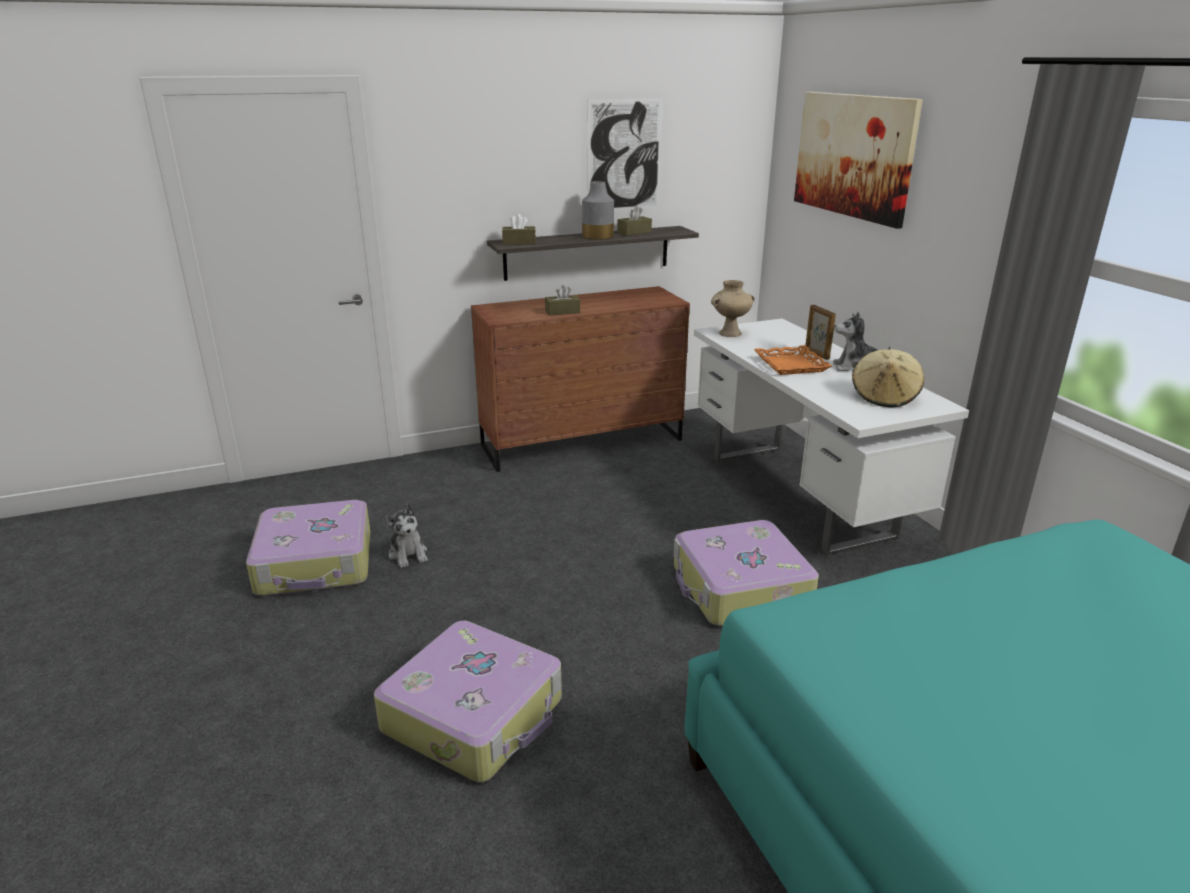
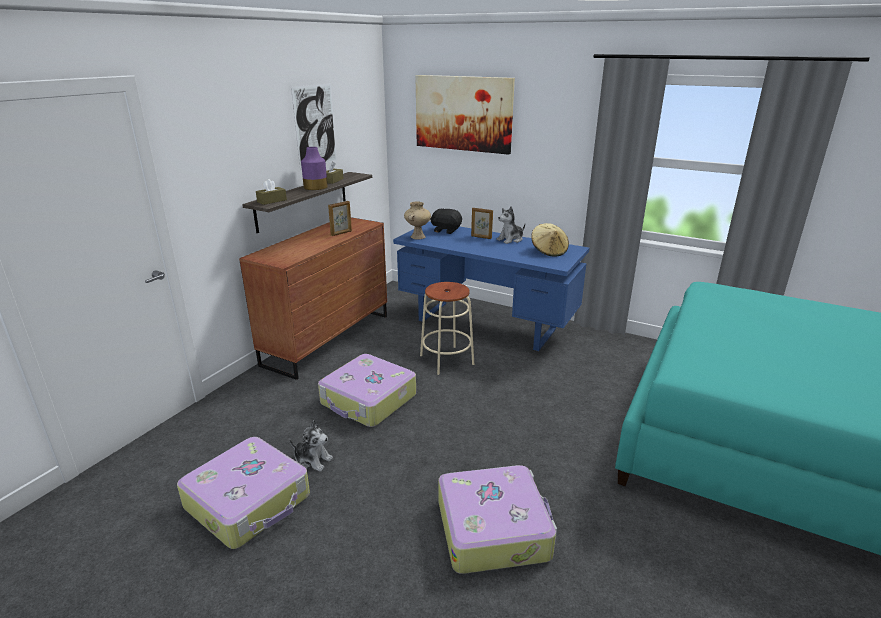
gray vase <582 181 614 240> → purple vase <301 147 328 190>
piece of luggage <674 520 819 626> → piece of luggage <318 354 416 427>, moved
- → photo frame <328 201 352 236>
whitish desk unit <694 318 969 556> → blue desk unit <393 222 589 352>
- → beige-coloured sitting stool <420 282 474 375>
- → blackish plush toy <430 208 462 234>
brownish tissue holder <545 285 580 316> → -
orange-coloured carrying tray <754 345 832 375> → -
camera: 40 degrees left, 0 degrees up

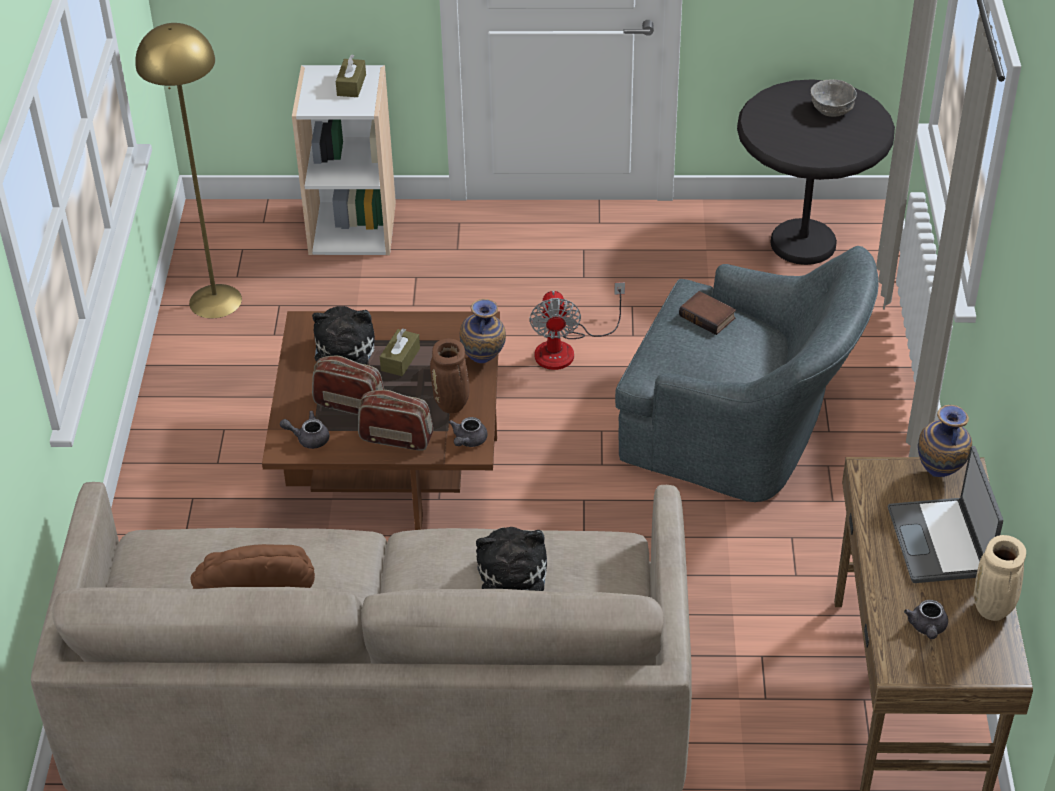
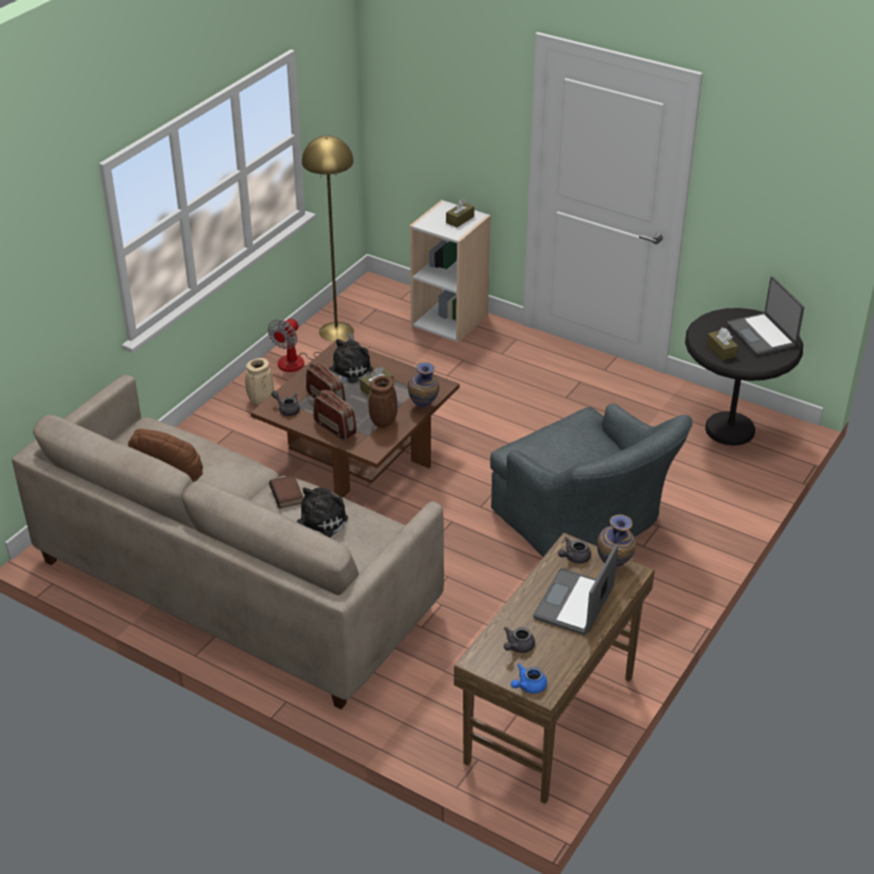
beige-coloured vase <974 535 1026 621> → beige-coloured vase <245 358 274 405>, moved
electric fan <529 282 625 370> → electric fan <268 318 354 372>, moved
bound book <679 291 736 335> → bound book <269 475 303 509>, moved
- → blue teapot <511 664 547 694>
gray teapot <448 417 487 447> → gray teapot <558 537 591 564>, moved
- → brownish tissue holder <707 327 738 360>
gray bowl <811 79 857 117> → portable computer <727 276 804 356>
camera: 30 degrees right, 5 degrees down

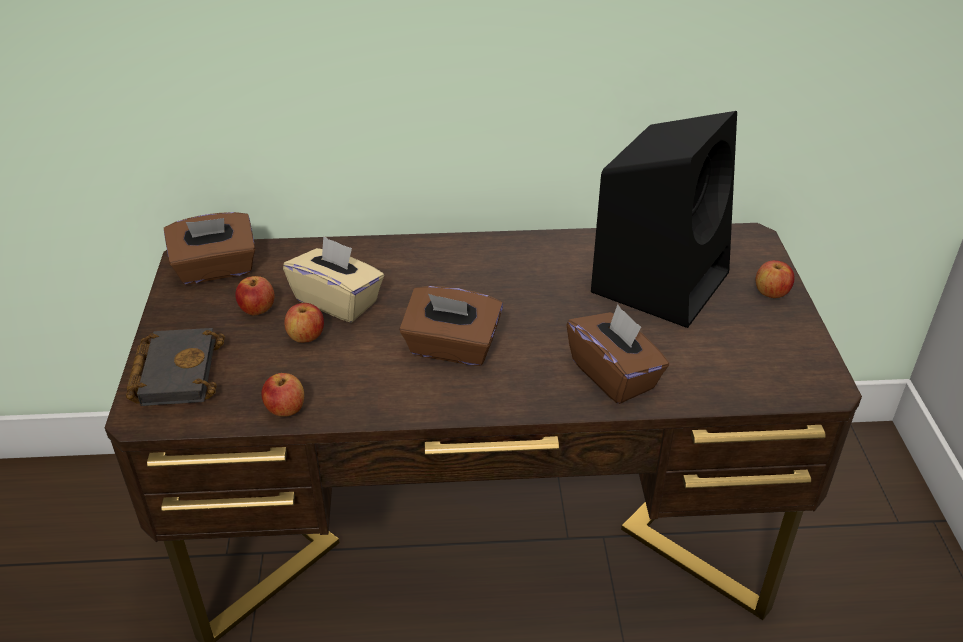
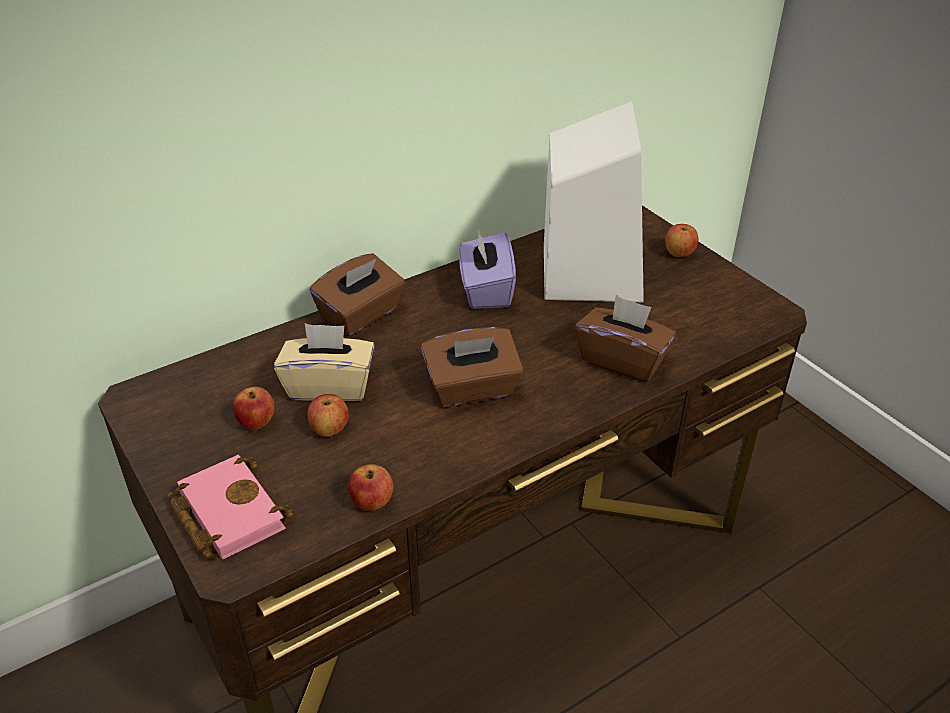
blackish bound book <126 328 225 406> → pink bound book <167 455 294 560>
brownish tissue holder <164 212 255 284> → brownish tissue holder <310 253 405 336>, moved
- → purple tissue holder <459 229 516 309>
blackish speaker <591 111 737 328> → whitish speaker <544 101 644 302>
camera: 30 degrees left, 0 degrees up

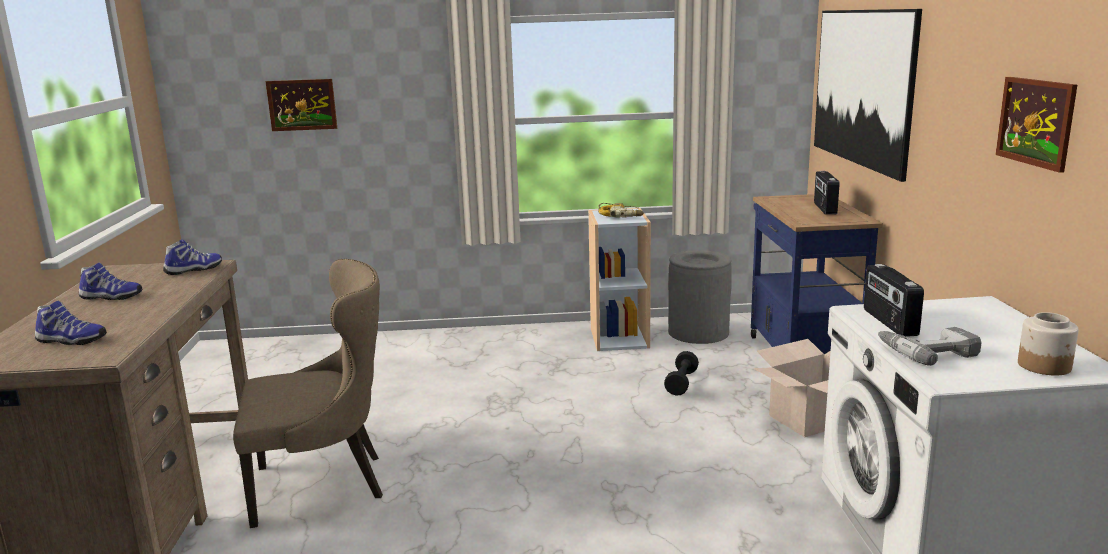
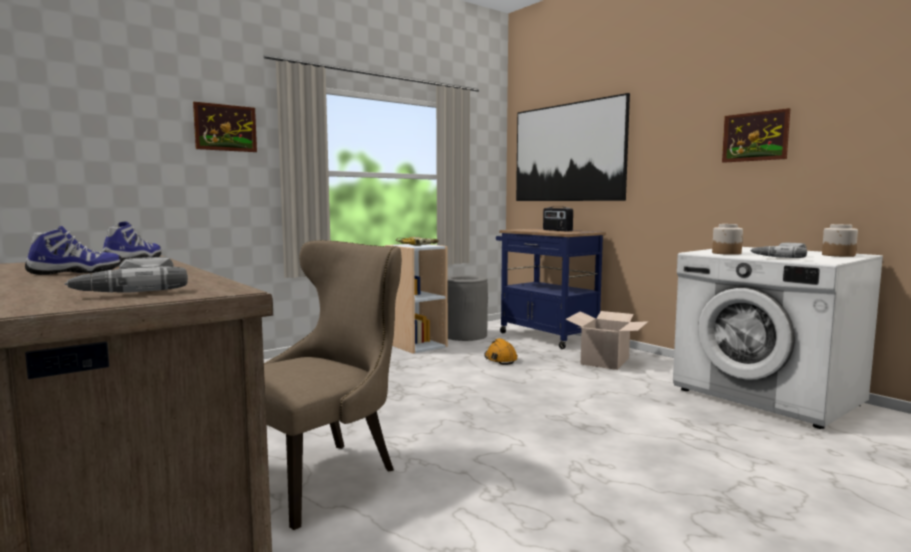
shoe <35 301 107 345> → electric drill <65 257 188 292>
wall art <265 79 337 131> → wall art <193 102 257 152>, moved
blackish free weight <664 351 699 395> → orange-coloured work helmet <484 338 518 365>
radio <864 264 924 337> → jar <712 224 743 255>
camera: 35 degrees left, 10 degrees down

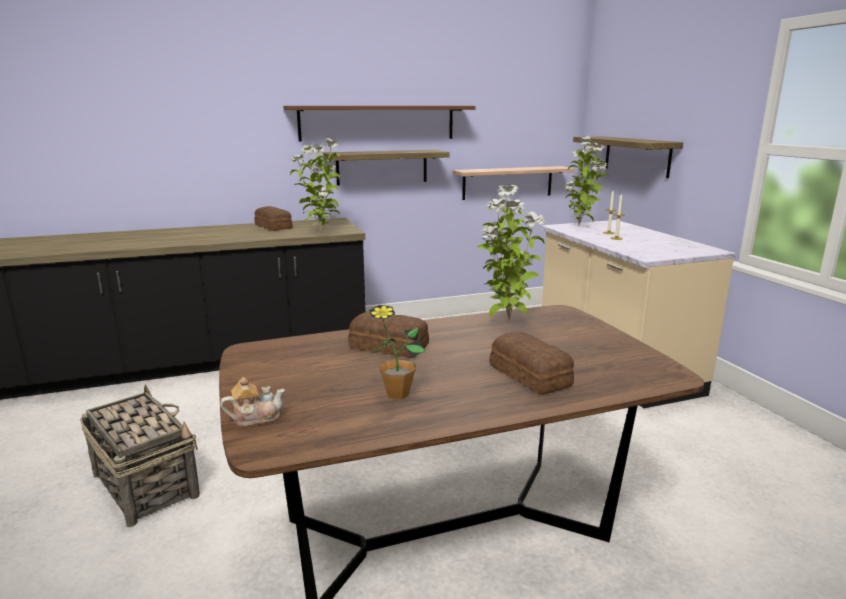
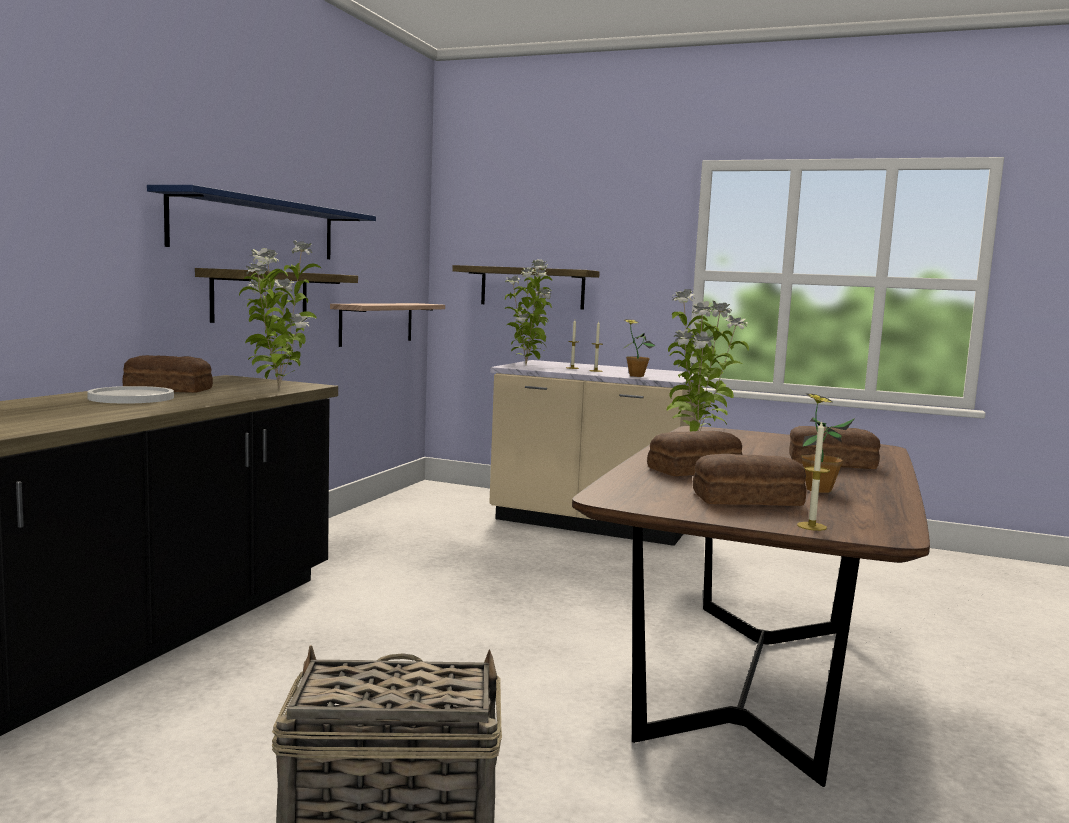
- → whitish flat dish <87 386 174 404>
brownish bracket shelf <283 106 476 141> → blue bracket shelf <147 185 376 259>
- → plant in a pot <622 319 655 377>
- → bread <693 454 806 506>
teapot <220 377 285 427> → wax candle <797 420 830 531>
camera: 50 degrees left, 10 degrees down

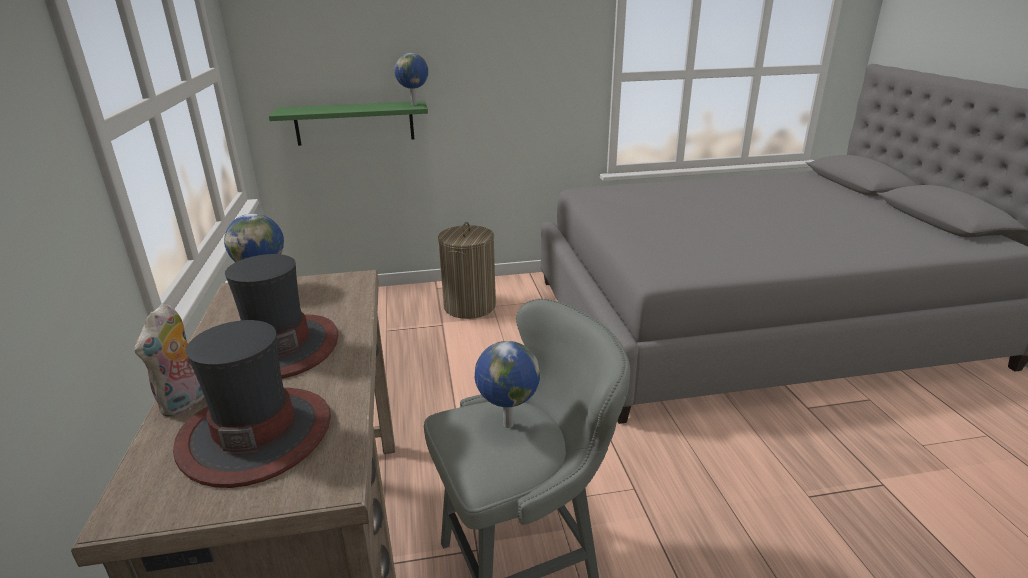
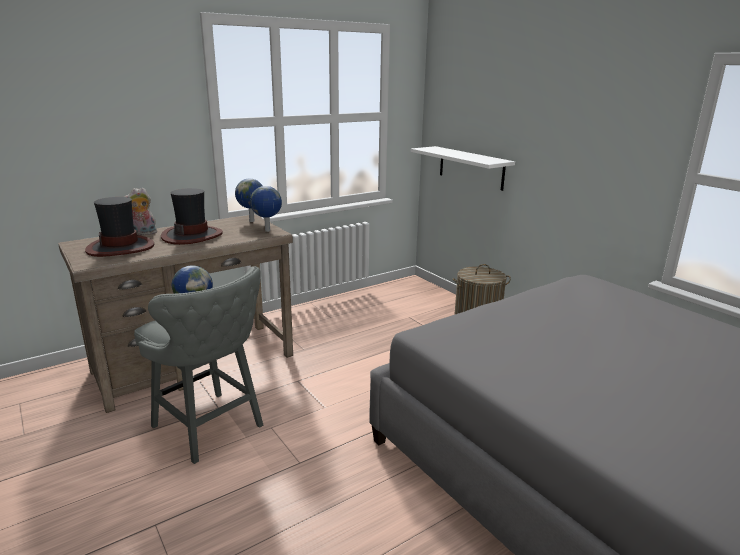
desk globe <394 53 428 105> → desk globe <250 186 282 232>, moved
green bracket shelf <269 101 428 146> → whitish bracket shelf <411 146 515 191>
camera: 65 degrees right, 5 degrees down

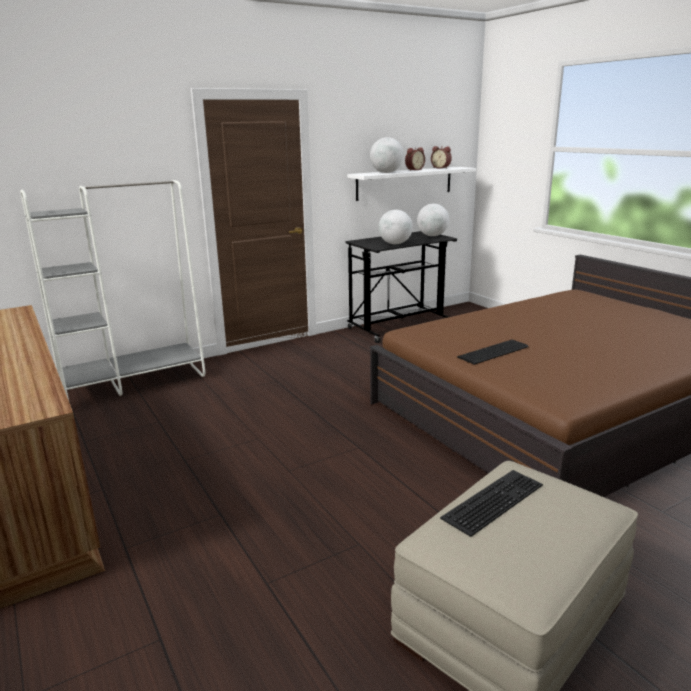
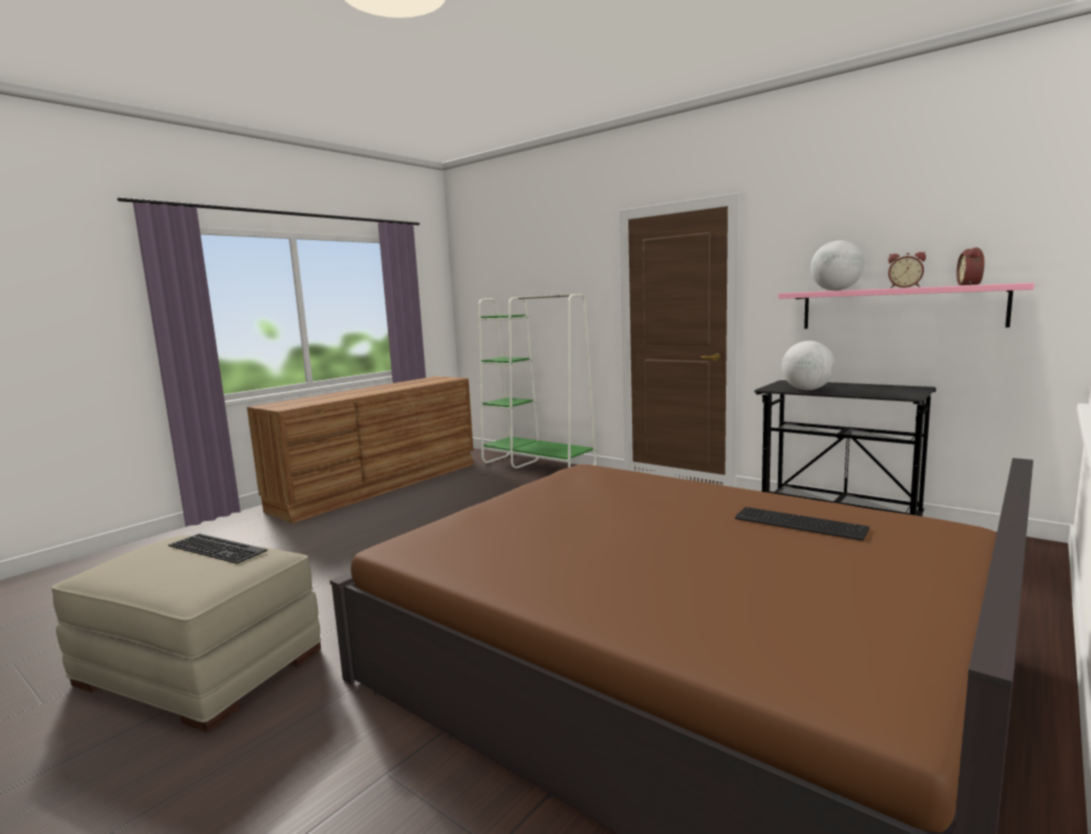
gray clothes rack <20 180 205 400> → green clothes rack <478 294 596 468>
keyboard <457 340 529 365> → keyboard <735 507 870 541>, moved
whitish bracket shelf <347 167 476 201> → pink bracket shelf <778 283 1035 329>
desk globe <417 204 449 236> → -
camera: 70 degrees right, 10 degrees down

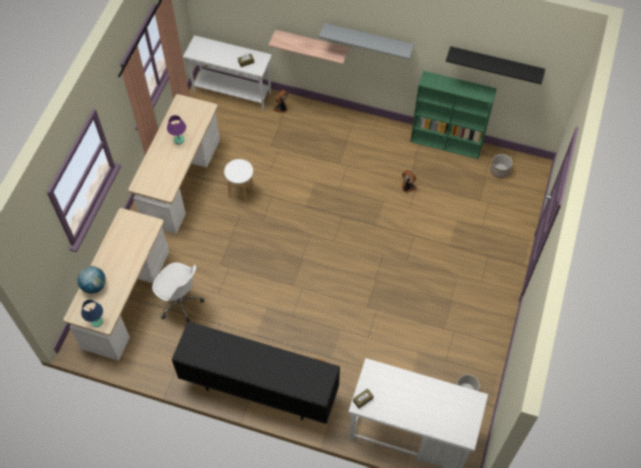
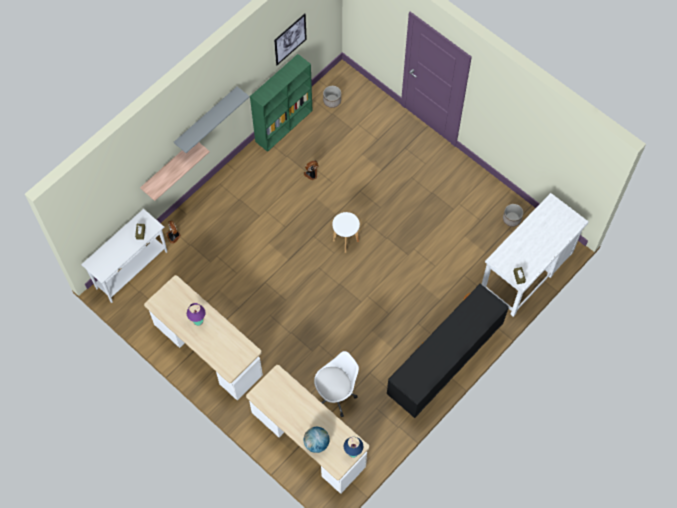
blackish bracket shelf <446 46 545 84> → wall art <274 14 307 65>
whitish sitting stool <224 159 255 204> → whitish sitting stool <332 212 360 253>, moved
camera: 65 degrees left, 5 degrees up

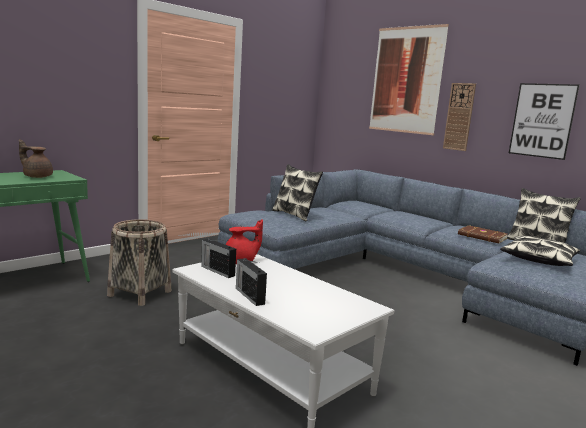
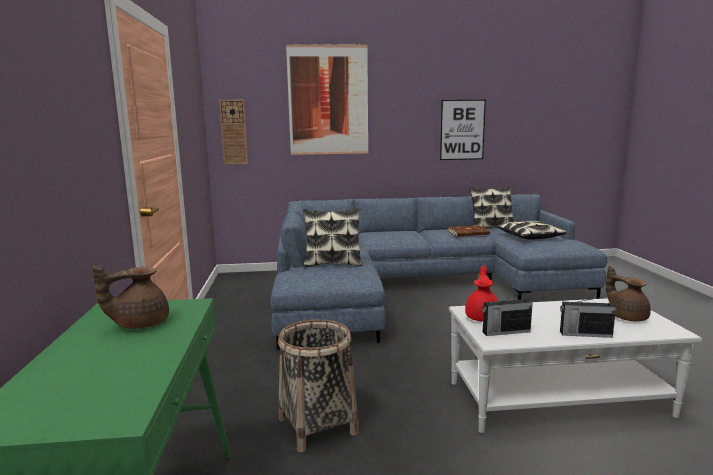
wall clock <443 83 476 151> → wall clock <219 100 248 164>, moved
- → brownish teapot <606 266 651 321>
camera: 50 degrees left, 0 degrees up

